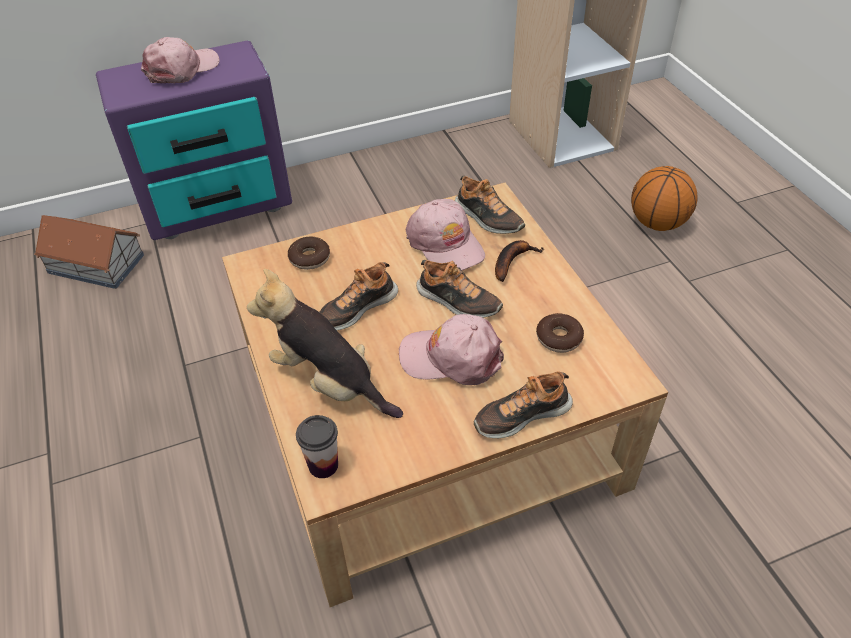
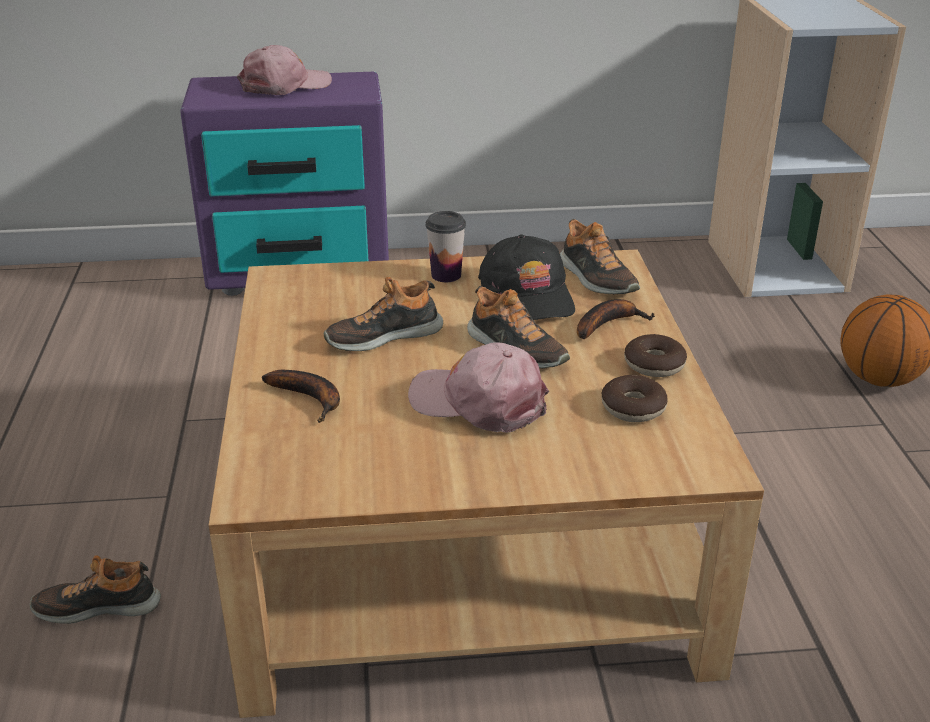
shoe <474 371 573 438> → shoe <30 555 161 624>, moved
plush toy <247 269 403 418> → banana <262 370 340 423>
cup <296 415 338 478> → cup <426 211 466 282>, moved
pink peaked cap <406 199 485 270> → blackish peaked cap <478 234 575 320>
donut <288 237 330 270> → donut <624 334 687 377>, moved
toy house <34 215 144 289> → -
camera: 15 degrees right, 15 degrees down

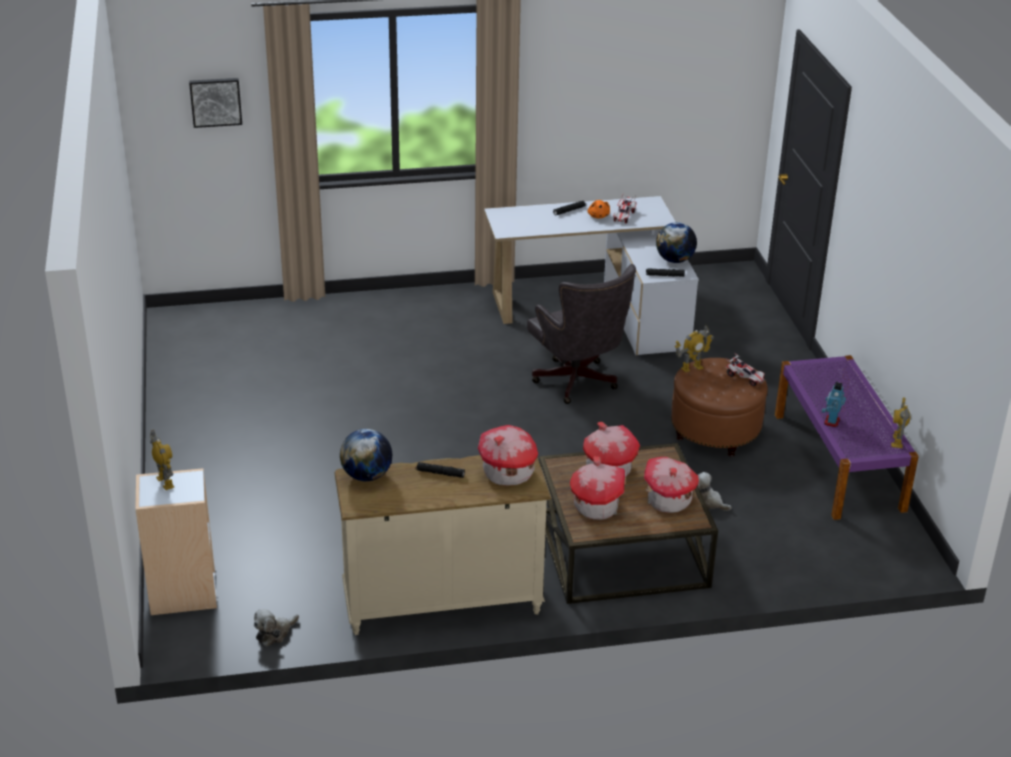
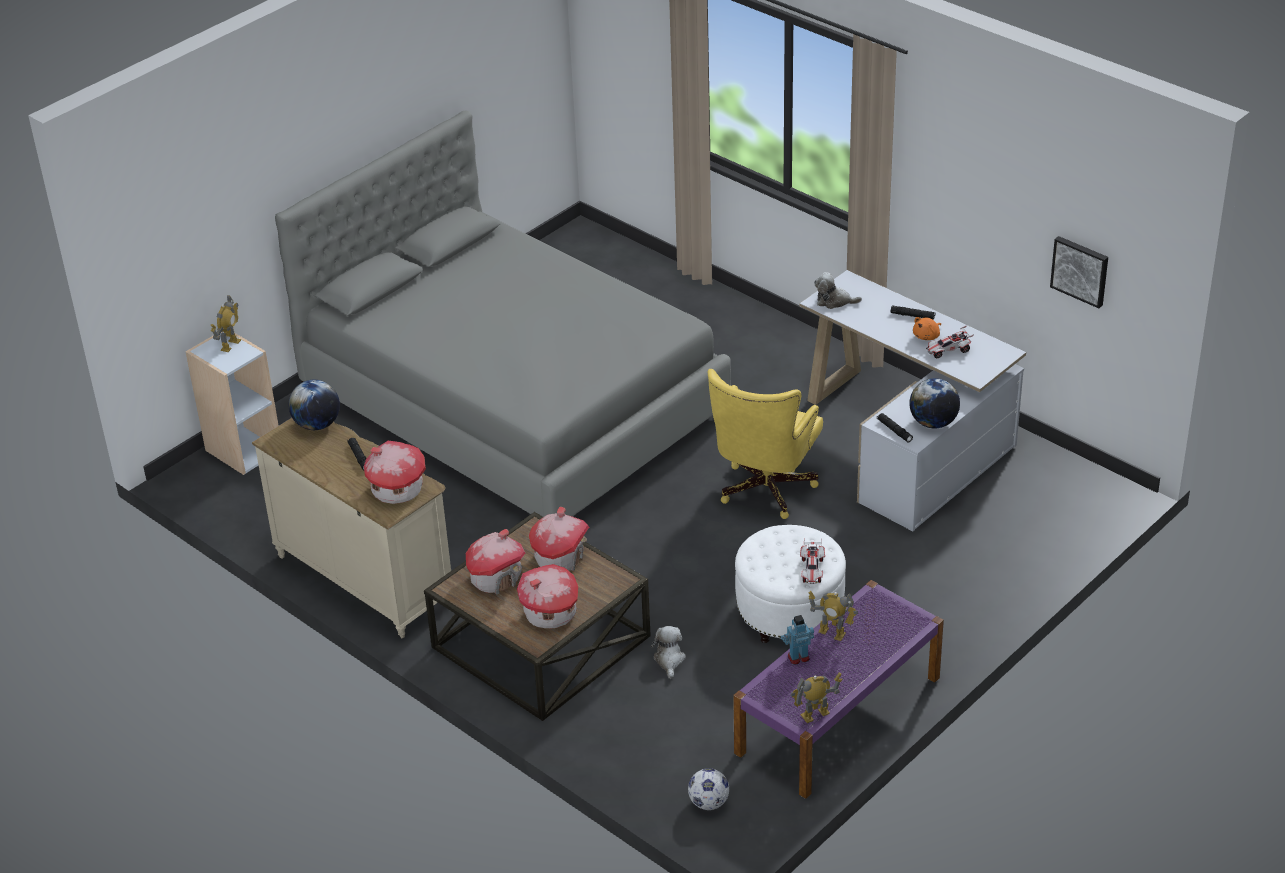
- → gray sleeping bed <275 110 731 517>
- → ball for football <688 768 729 810>
gray office chair <527 264 636 404> → yellow-coloured office chair <707 369 823 519>
brownish ottoman <671 358 768 457> → whitish ottoman <735 525 846 643>
toy robot <675 325 714 372> → toy robot <809 591 858 641>, moved
plush toy <254 609 299 646> → plush toy <814 272 862 309>, moved
wall art <189 78 242 128> → wall art <1050 236 1108 308>, moved
camera: 55 degrees right, 5 degrees up

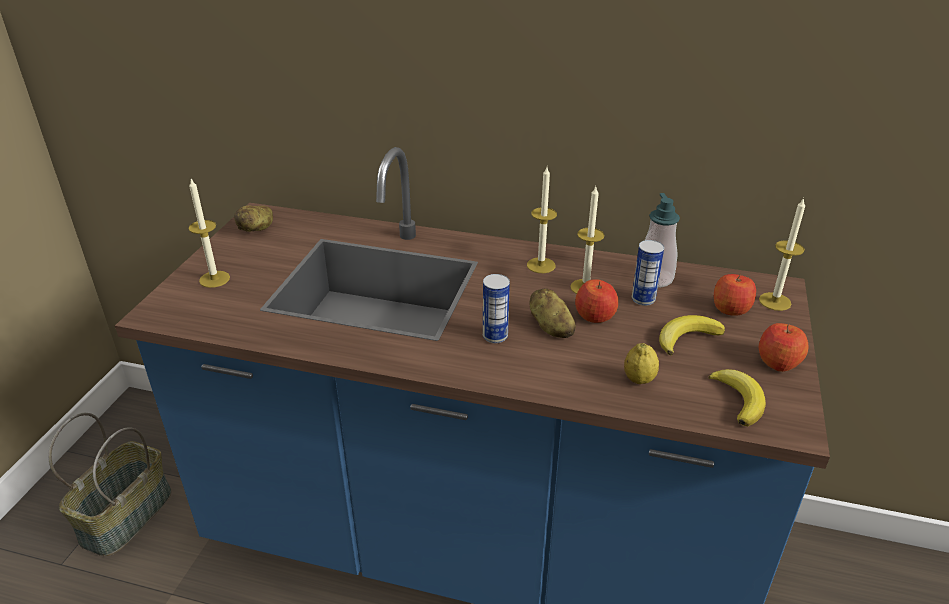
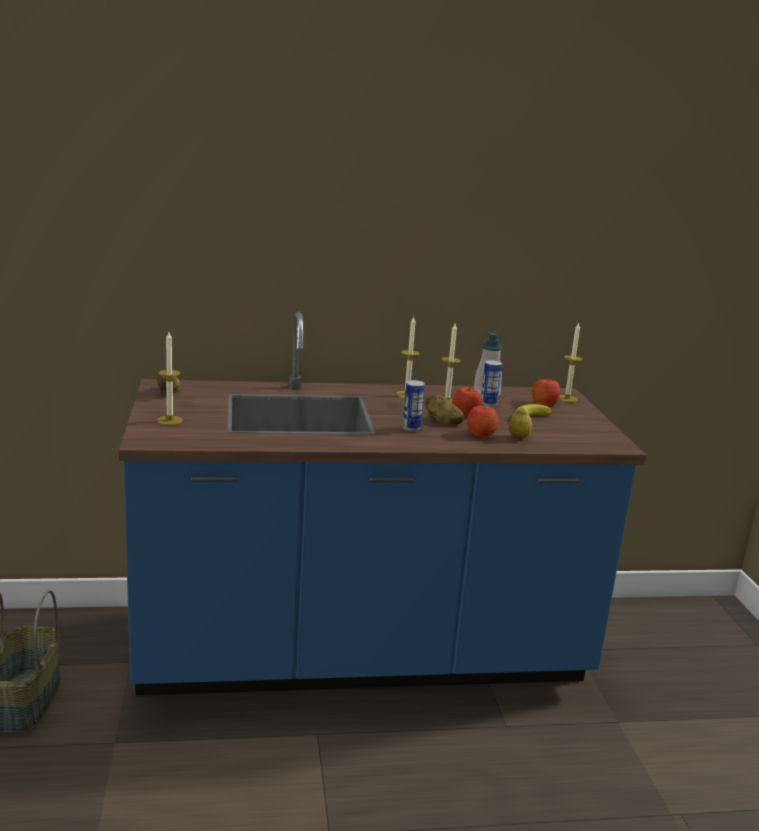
apple <759 323 809 372> → apple <467 404 498 437>, moved
banana <708 369 766 426> → -
camera: 25 degrees left, 15 degrees down

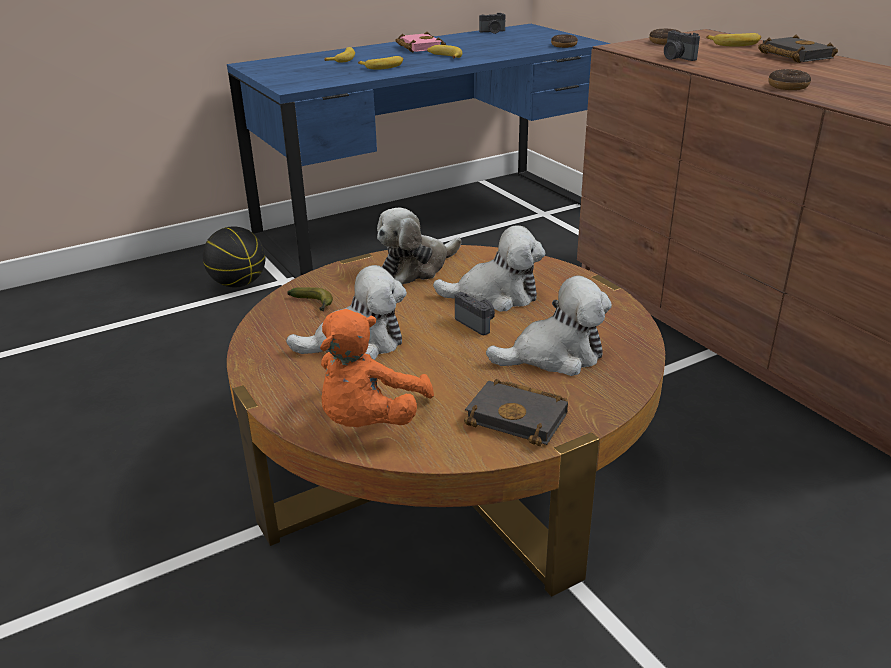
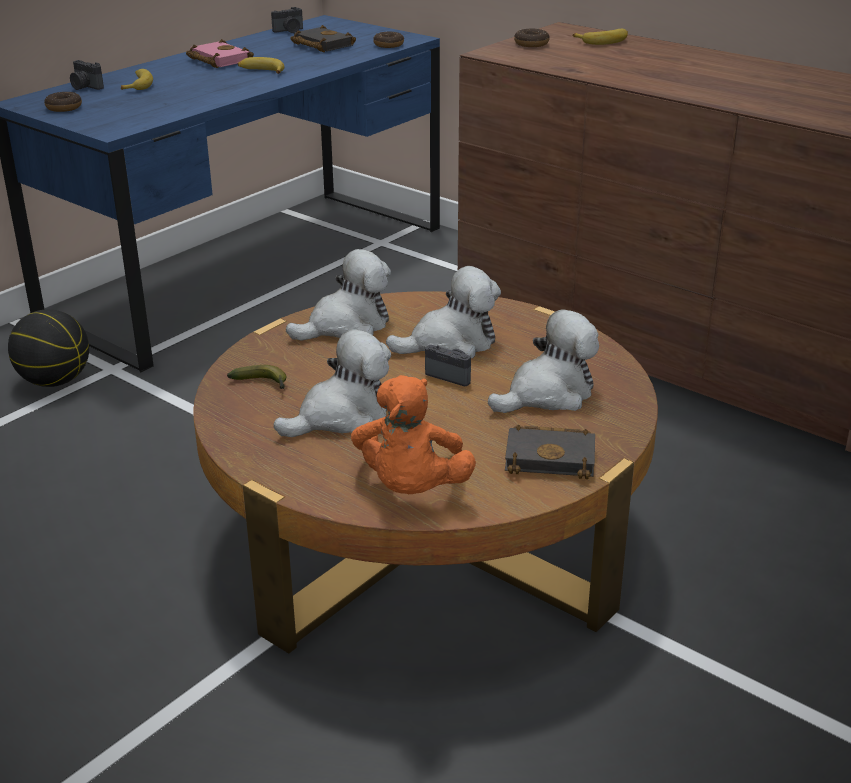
donut <768 69 811 90> → donut <44 91 82 112>, moved
photo camera <664 30 700 61> → photo camera <70 60 104 90>, moved
plush toy <377 208 461 284> → plush toy <286 249 391 340>, 150 degrees counterclockwise
blackish bound book <758 35 838 63> → blackish bound book <290 25 356 52>, moved
banana <358 56 403 70> → -
camera: 20 degrees left, 0 degrees up

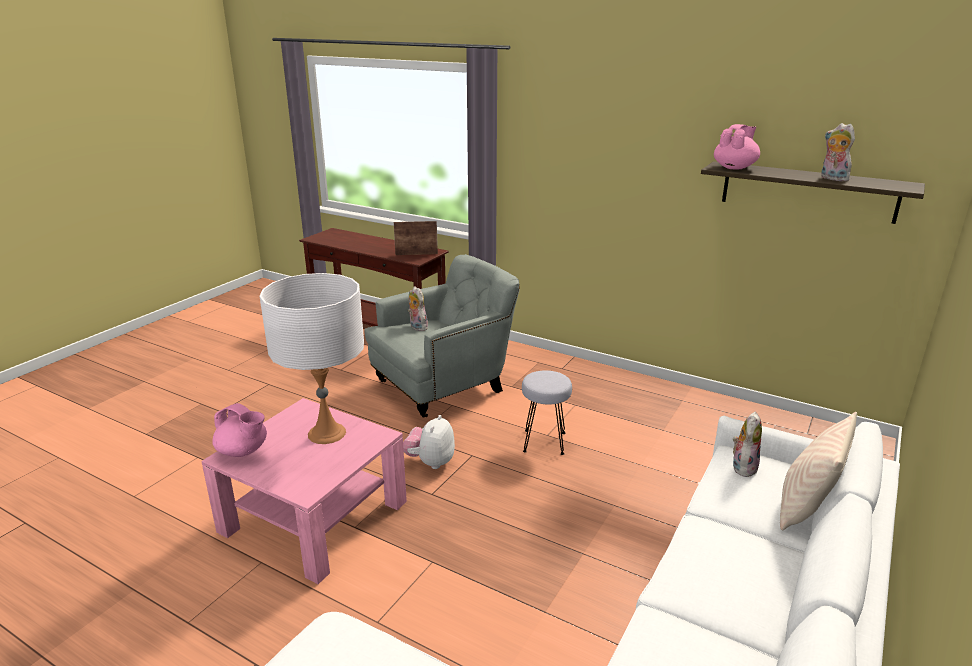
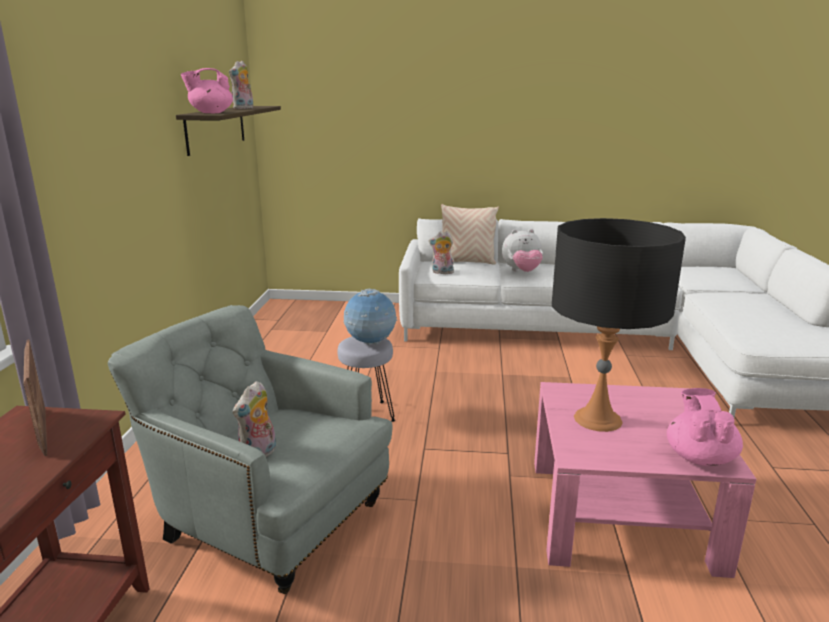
pink teapot <714 124 760 170> → pink teapot <181 68 233 113>, 45 degrees counterclockwise
- → desk globe <343 289 398 346>
plush toy <403 415 455 469> → plush toy <502 229 543 272>, moved
whitish lamp for a table <260 273 364 444> → blackish lamp for a table <552 218 686 432>
camera: 115 degrees left, 5 degrees down

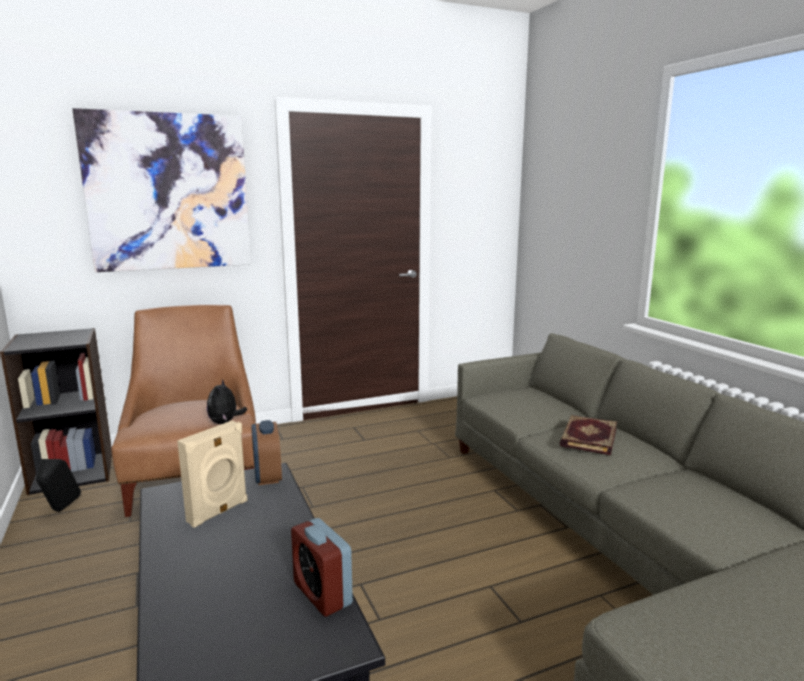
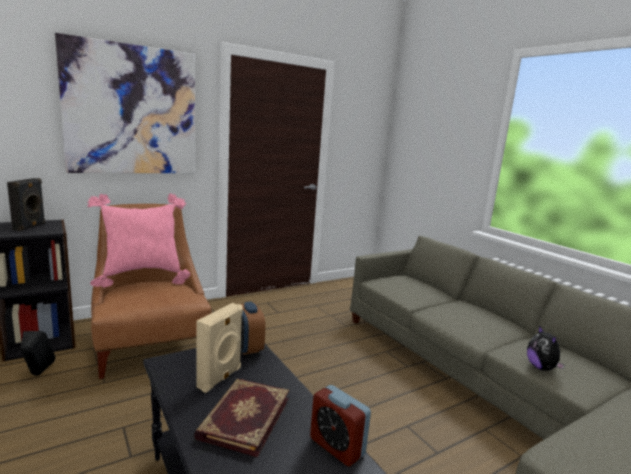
- → blackish speaker <7 178 45 231>
- → pink throw pillow <87 193 191 288>
bound book <560 415 617 455> → bound book <194 378 289 457>, moved
plush toy <207 379 247 424> → plush toy <527 325 565 371>, moved
camera: 10 degrees left, 0 degrees up

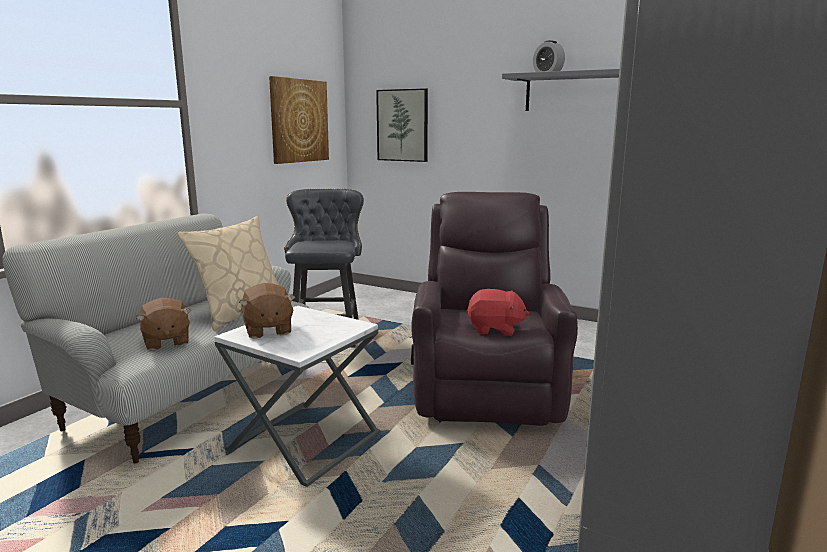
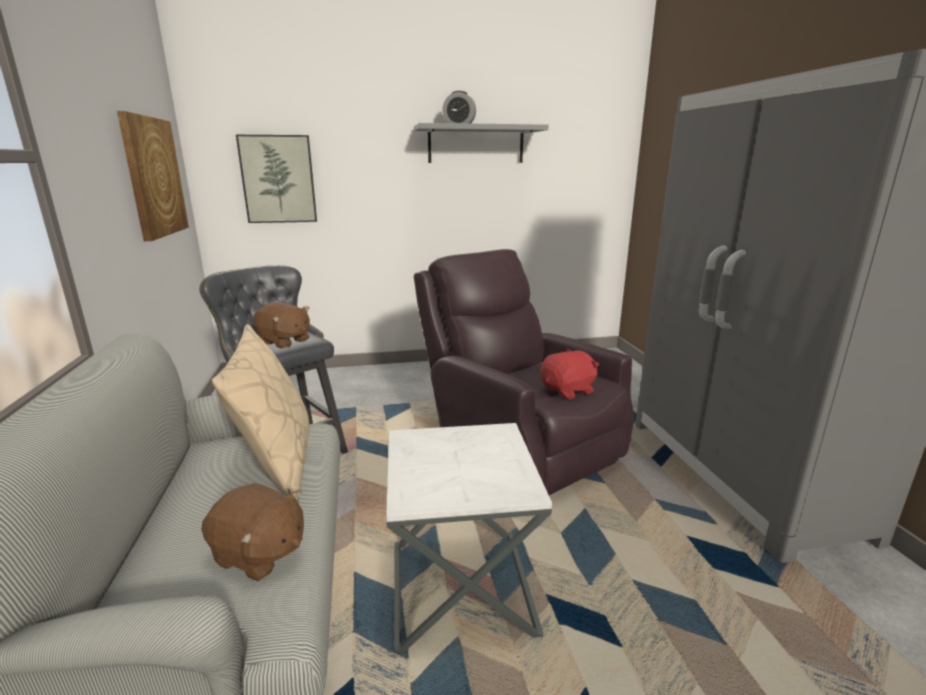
brownish plush toy <239 283 295 339> → brownish plush toy <253 302 310 349>, moved
camera: 40 degrees left, 5 degrees up

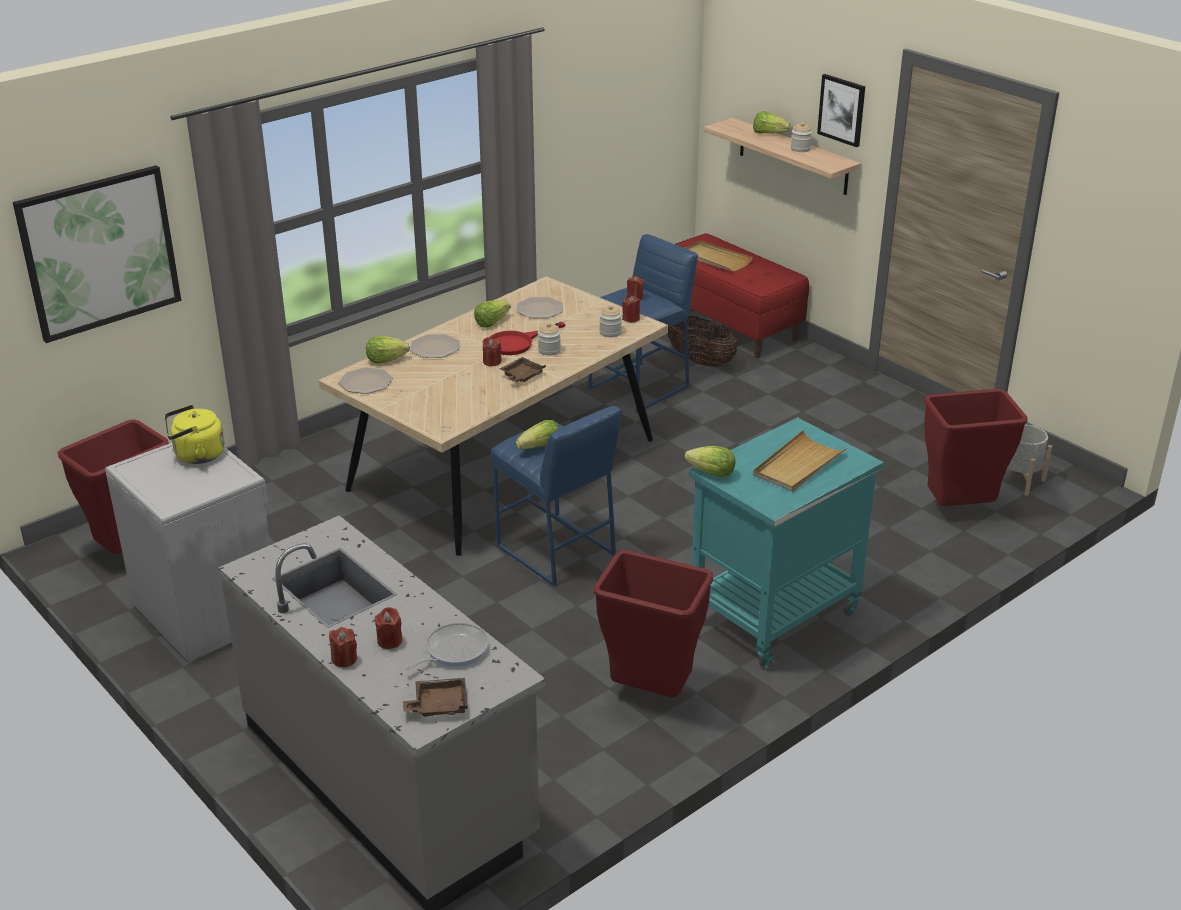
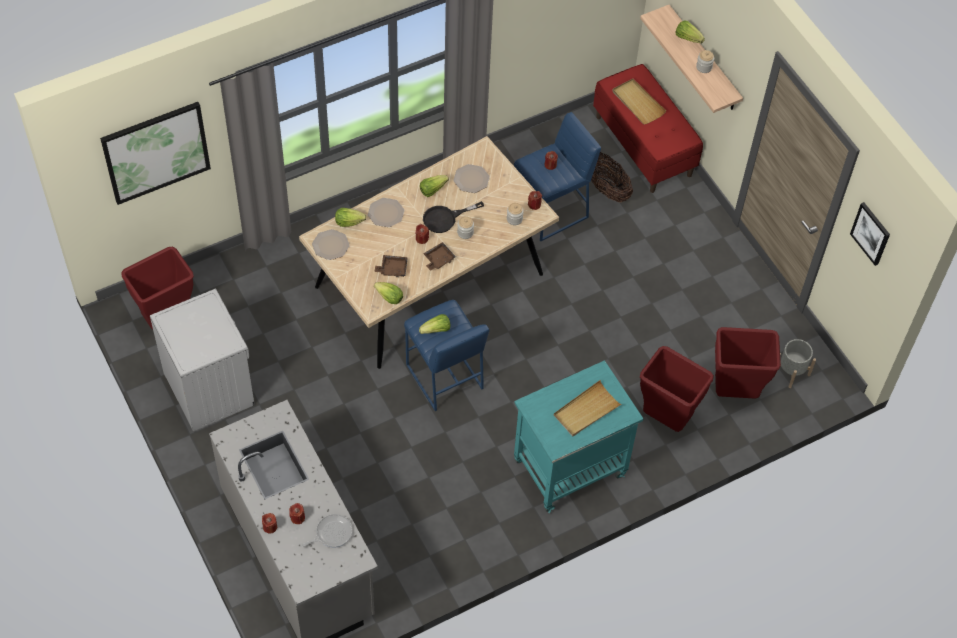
head of lettuce <685 446 736 477> → head of lettuce <374 282 403 304>, moved
brownish carrying tray <403 678 468 717> → brownish carrying tray <375 255 408 277>, moved
red-coloured skillet <489 322 566 355> → blackish skillet <423 201 484 233>
red-coloured trash can <594 550 713 697> → red-coloured trash can <640 346 714 432>, moved
wall art <817 74 865 147> → wall art <850 202 890 266>, moved
yellow-coloured water kettle <164 405 225 464> → -
camera: 10 degrees right, 25 degrees up

